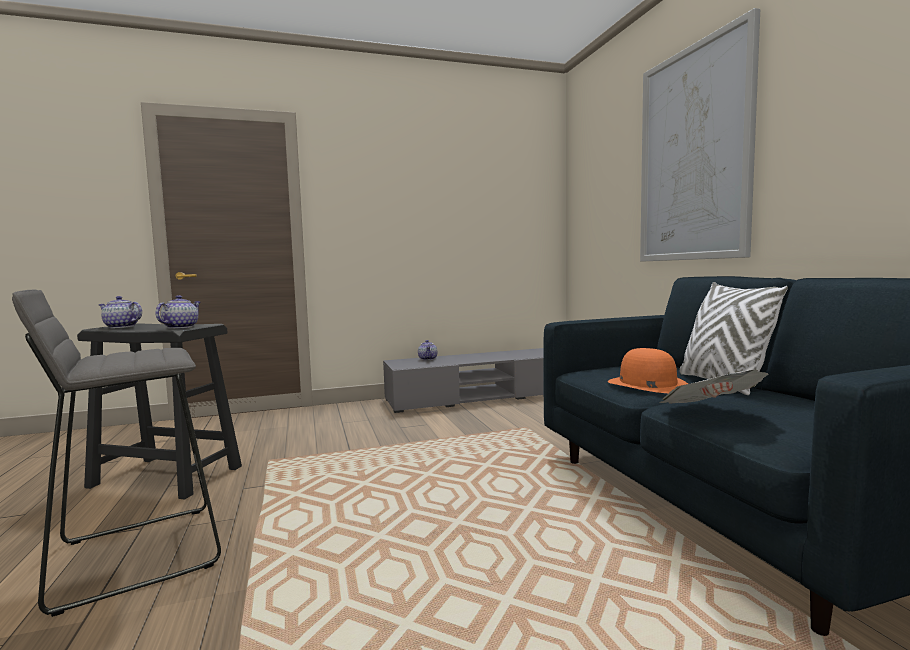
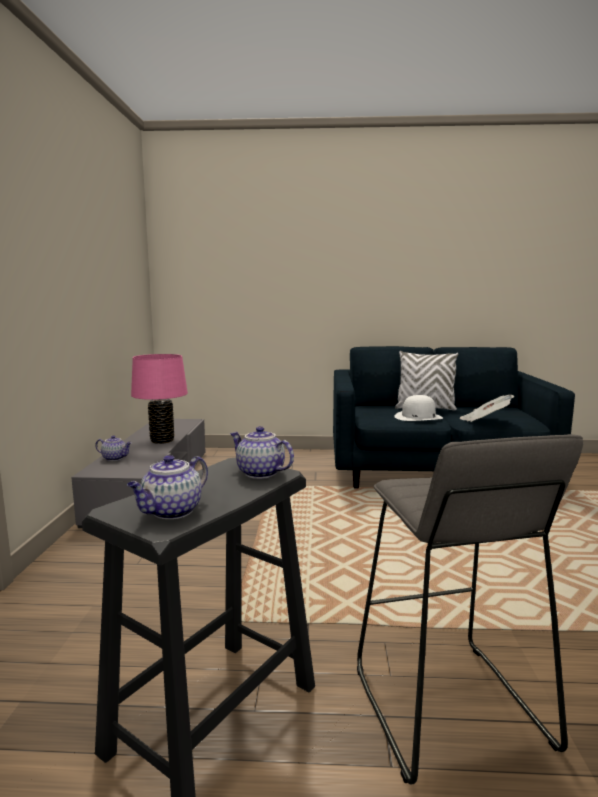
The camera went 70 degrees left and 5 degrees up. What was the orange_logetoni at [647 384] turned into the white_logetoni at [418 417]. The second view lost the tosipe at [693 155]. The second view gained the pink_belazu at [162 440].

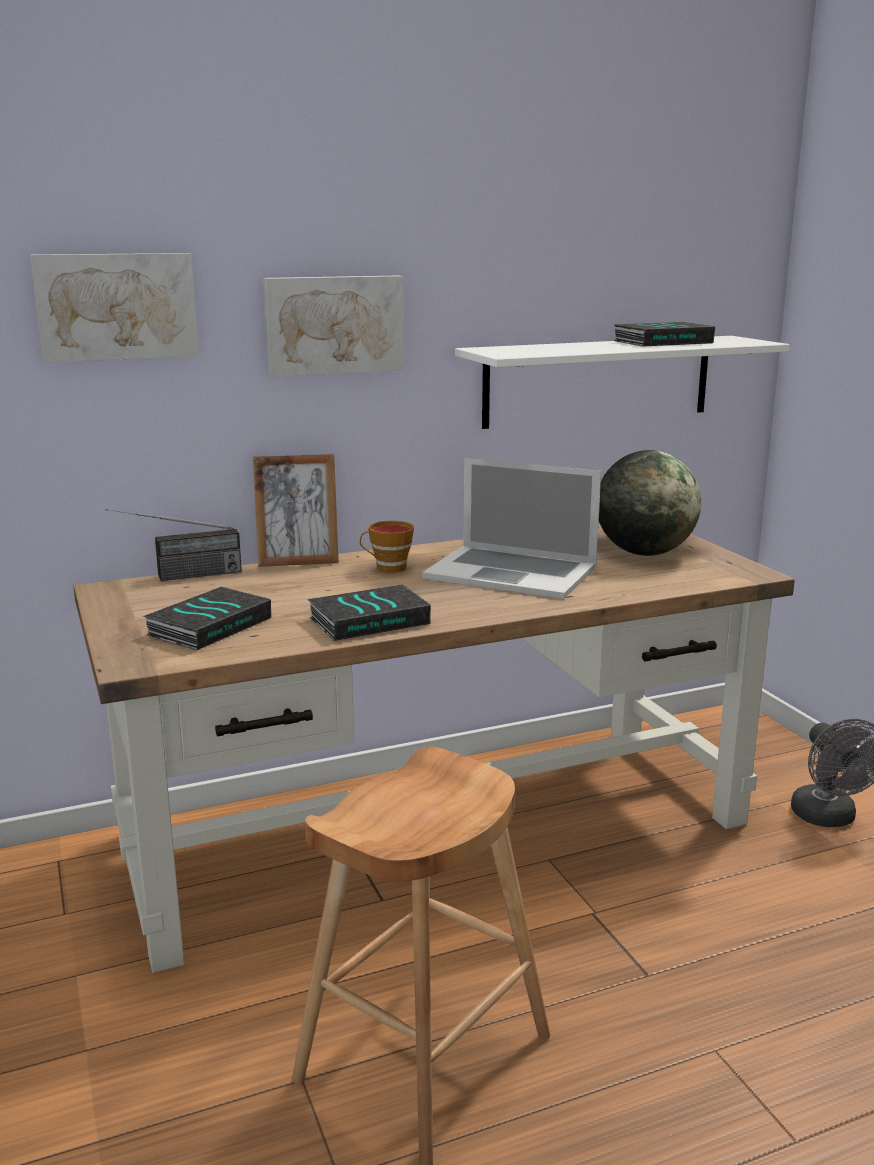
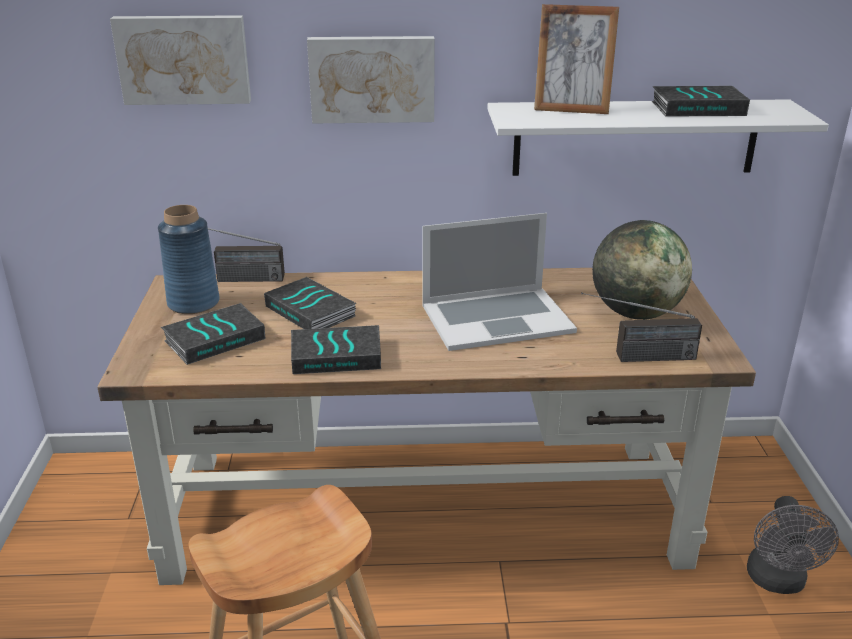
The camera went 20 degrees right and 10 degrees up. The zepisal ended up elsewhere, having gone from [298 561] to [571 109]. The second view lost the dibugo at [387 568]. The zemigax at [511 572] ended up facing another way, 60 degrees counterclockwise from before. The second view gained the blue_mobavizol at [194 303]. The second view gained the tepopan at [312 311]. The second view gained the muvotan at [636 357].

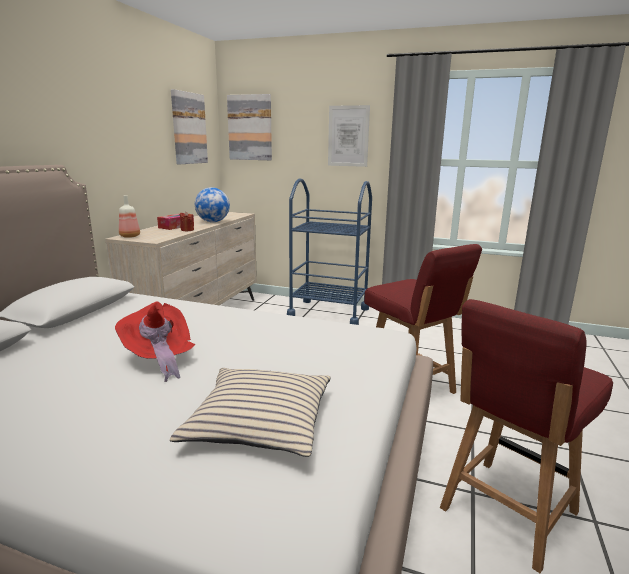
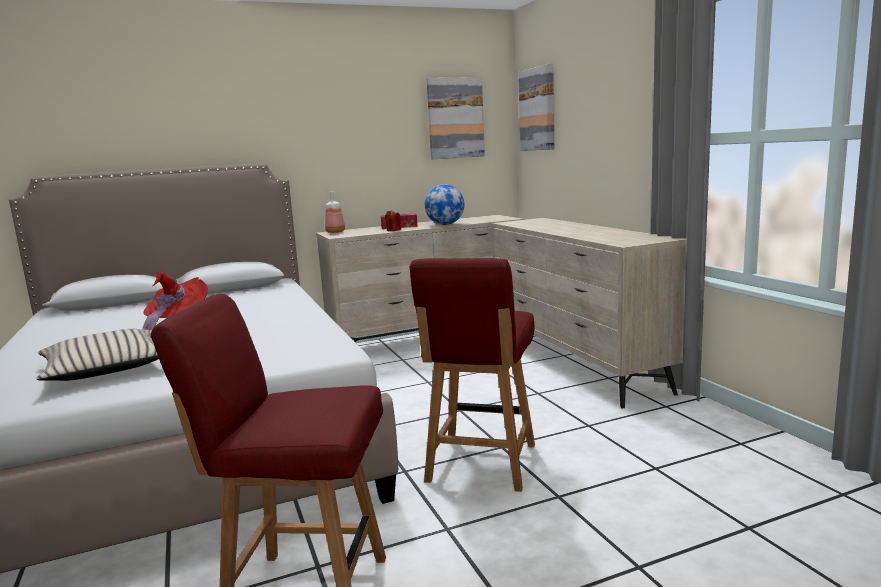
The camera went 50 degrees right and 5 degrees down. Where the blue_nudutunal stood at [328 313], the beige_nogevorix came to stand at [576 364]. The second view lost the tosipe at [348 136].

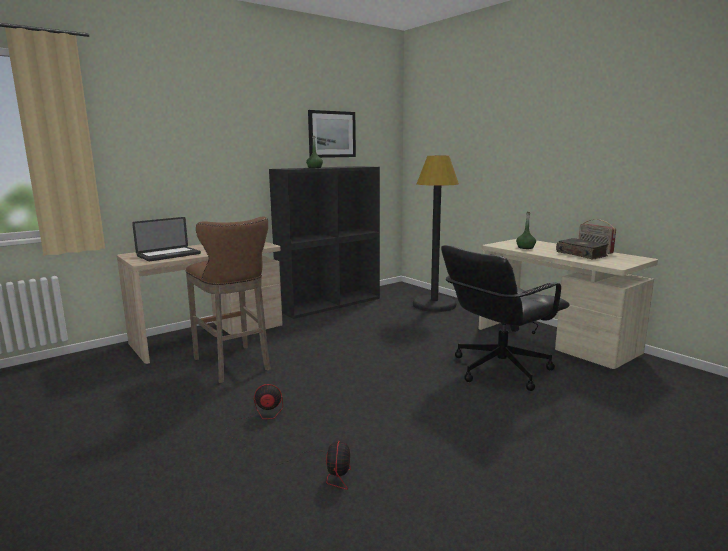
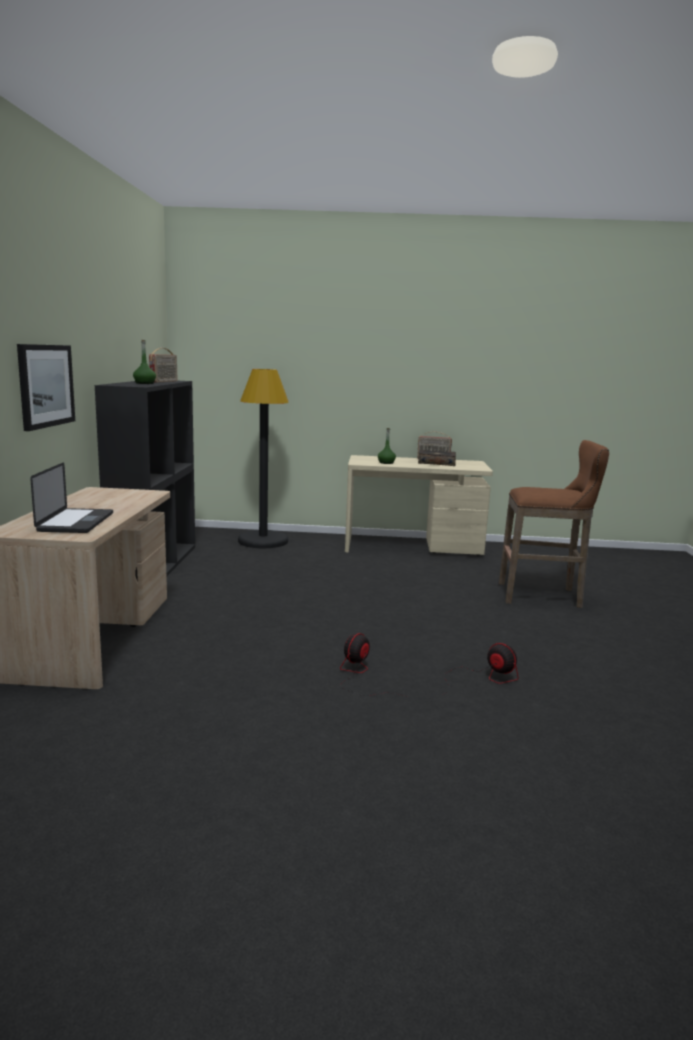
The camera went 50 degrees left and 0 degrees up. The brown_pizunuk ended up elsewhere, having gone from [234 365] to [543 596]. The tosipe ended up elsewhere, having gone from [332 134] to [46 385]. The second view lost the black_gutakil at [499 369]. The second view gained the muvotan at [164 381].

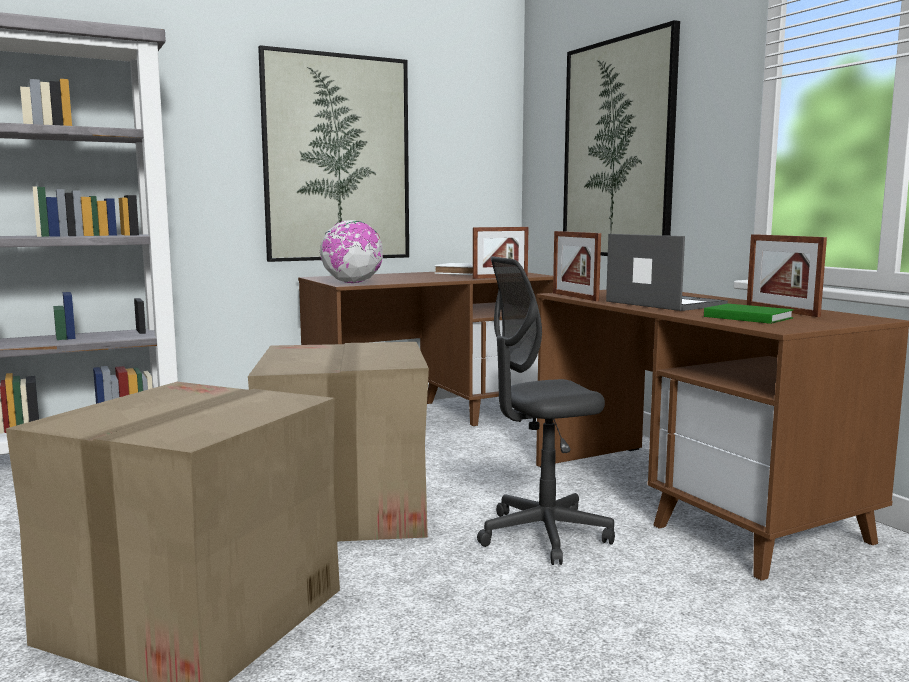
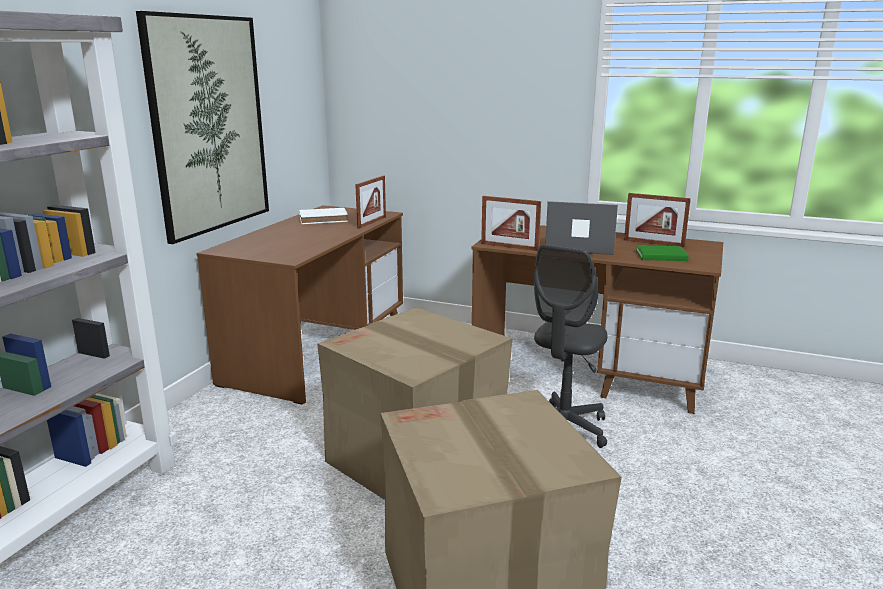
The camera went 40 degrees left and 10 degrees up. The second view lost the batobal at [352 283]. The second view lost the tosipe at [617 149].

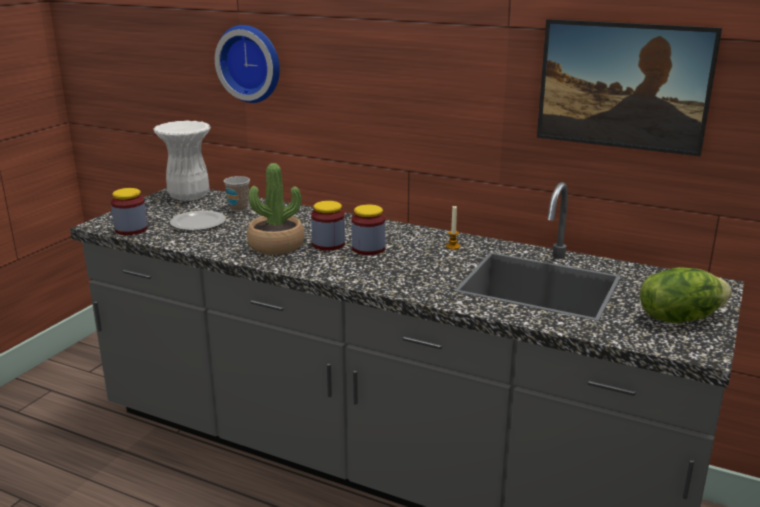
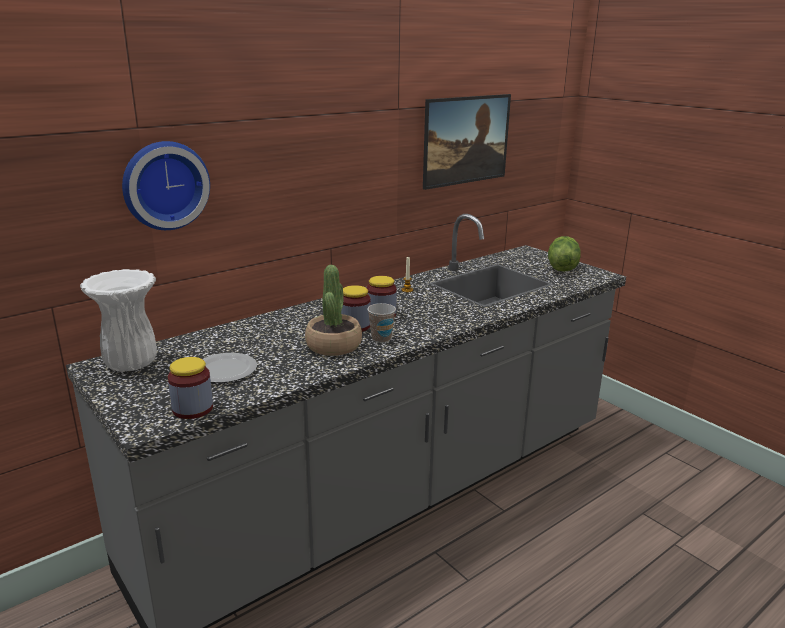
The camera went 65 degrees left and 0 degrees up. The dibugo ended up elsewhere, having gone from [238 208] to [381 338].

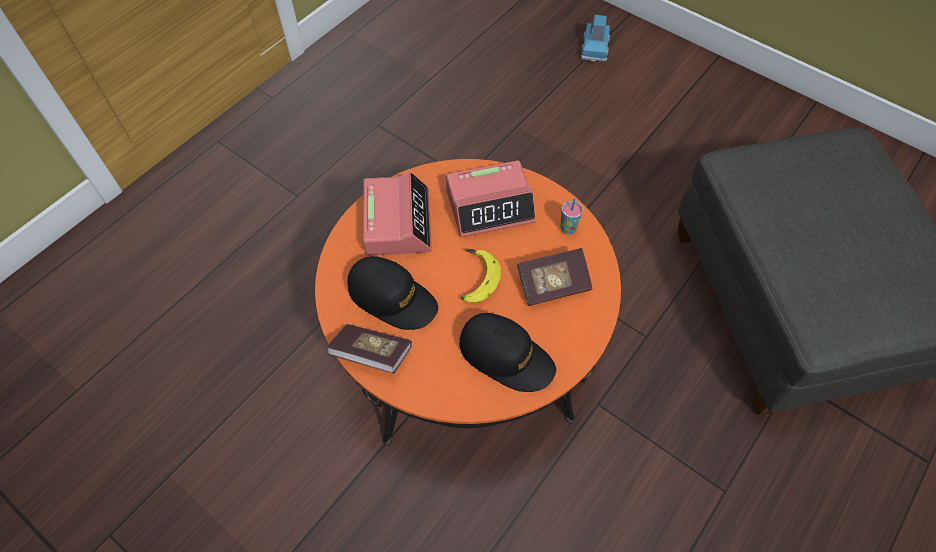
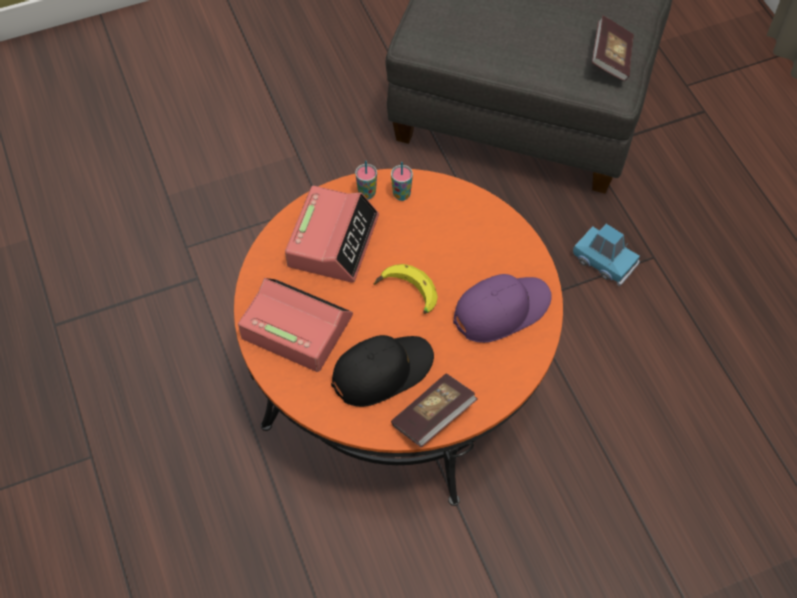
The camera went 60 degrees left and 0 degrees up. What was the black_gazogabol at [506 356] turned into the purple_gazogabol at [501 310]. The tepopan ended up elsewhere, having gone from [553 285] to [611 58]. The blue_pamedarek ended up elsewhere, having gone from [594 48] to [604 261]. The second view gained the dibugo at [367 193].

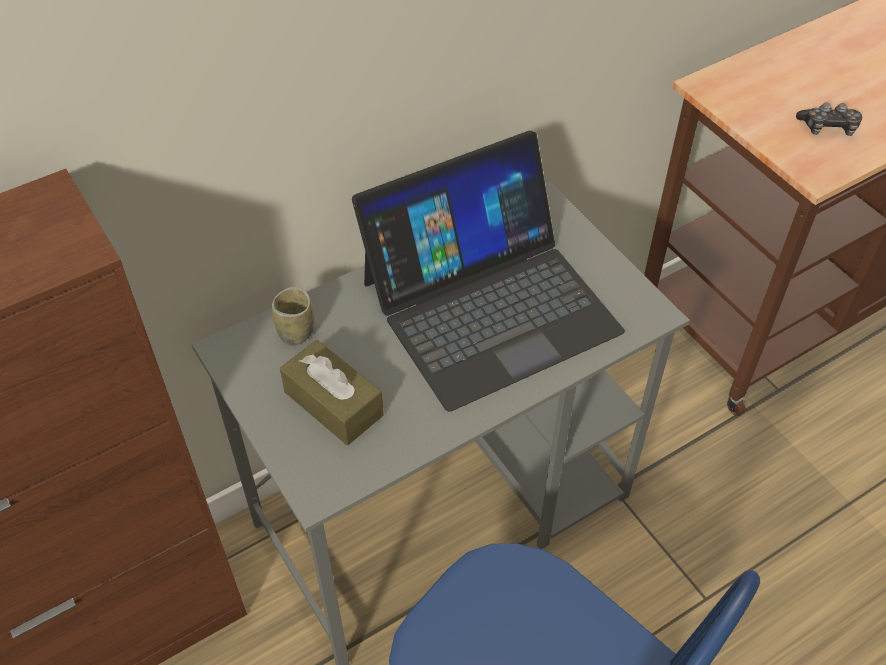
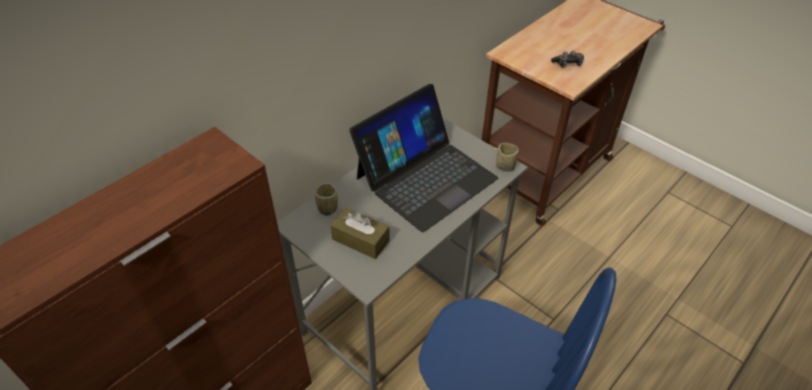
The camera went 15 degrees left and 5 degrees down. The second view gained the dibugo at [505 166].

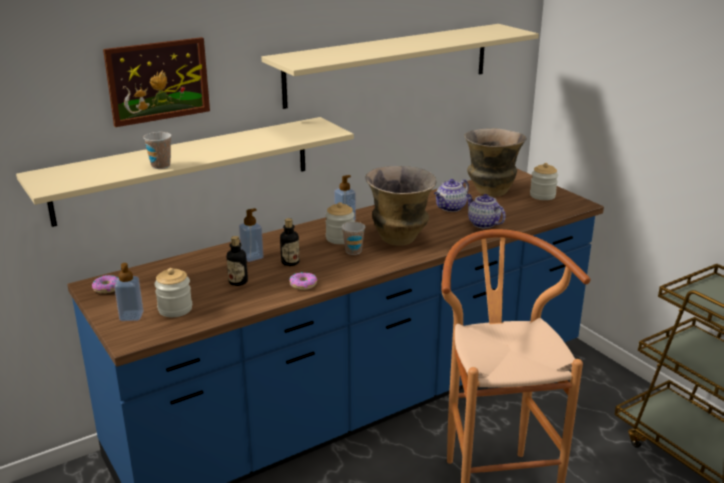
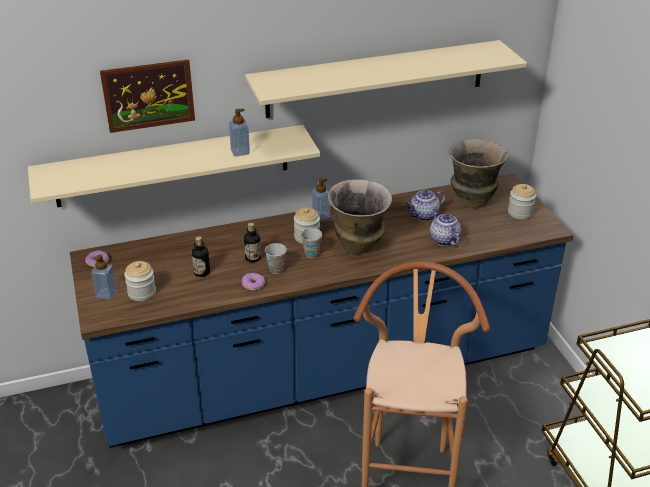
The camera went 15 degrees right and 10 degrees up. The dibugo ended up elsewhere, having gone from [160 166] to [276 269]. The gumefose ended up elsewhere, having gone from [252 257] to [240 152].

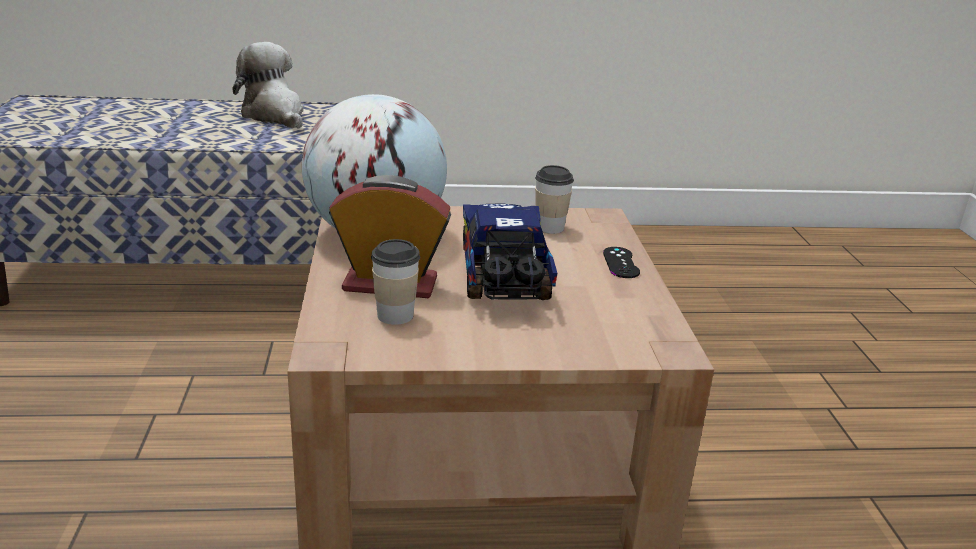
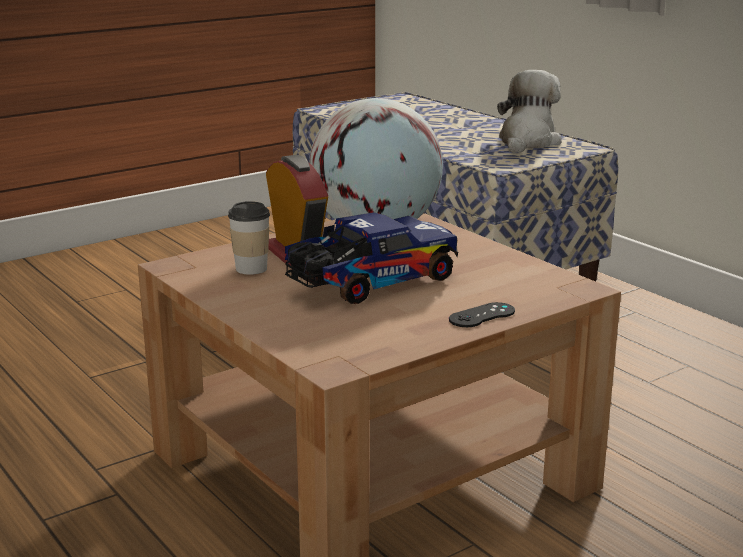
The camera went 60 degrees right and 5 degrees down. The second view lost the dibugo at [550 227].

